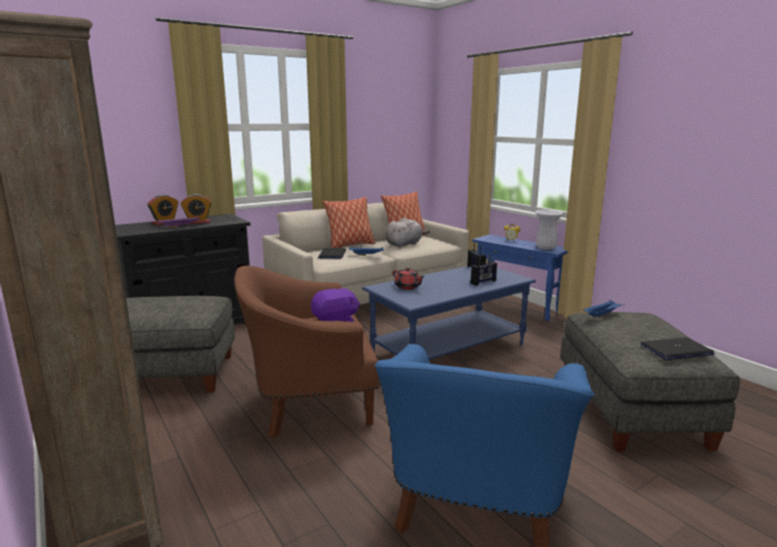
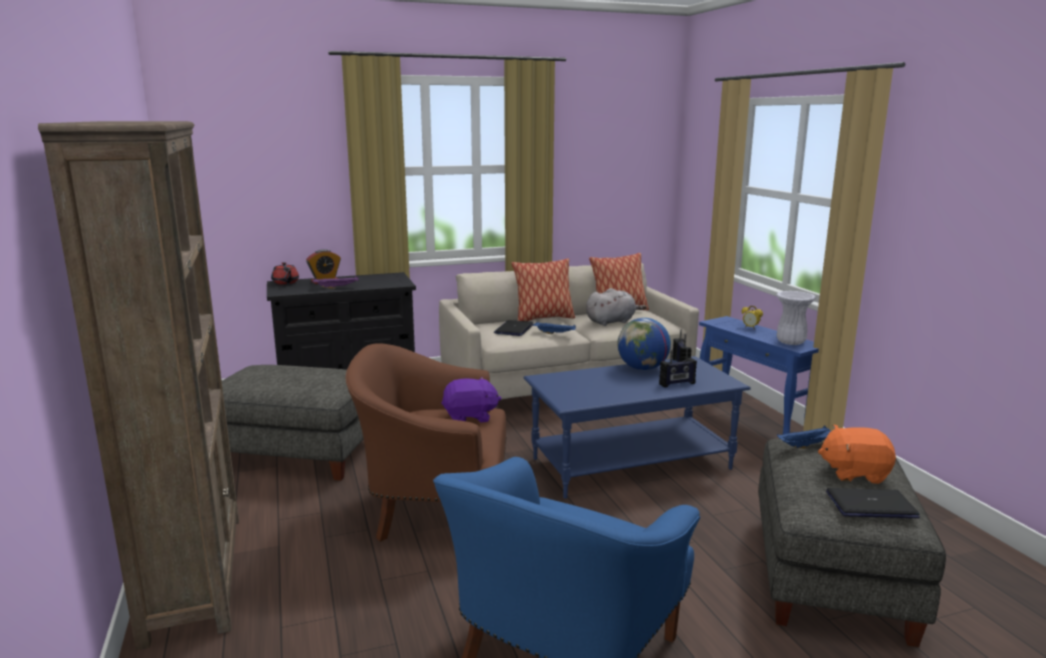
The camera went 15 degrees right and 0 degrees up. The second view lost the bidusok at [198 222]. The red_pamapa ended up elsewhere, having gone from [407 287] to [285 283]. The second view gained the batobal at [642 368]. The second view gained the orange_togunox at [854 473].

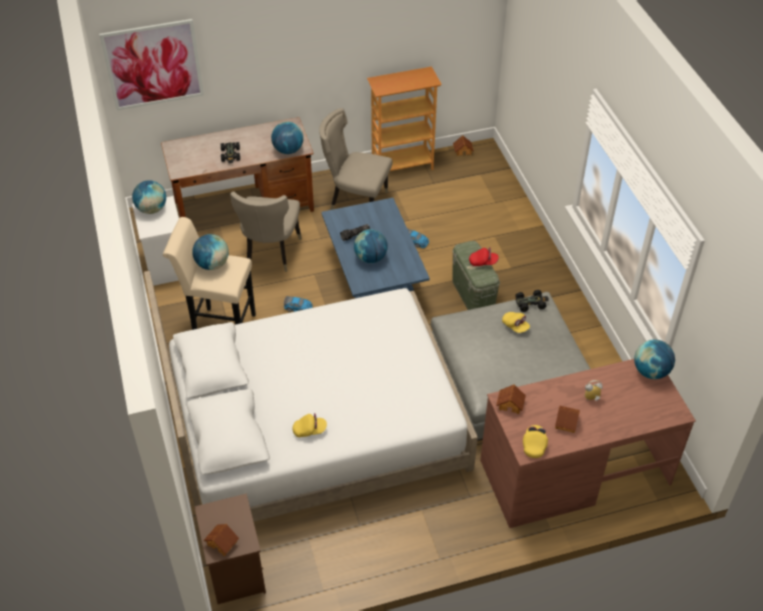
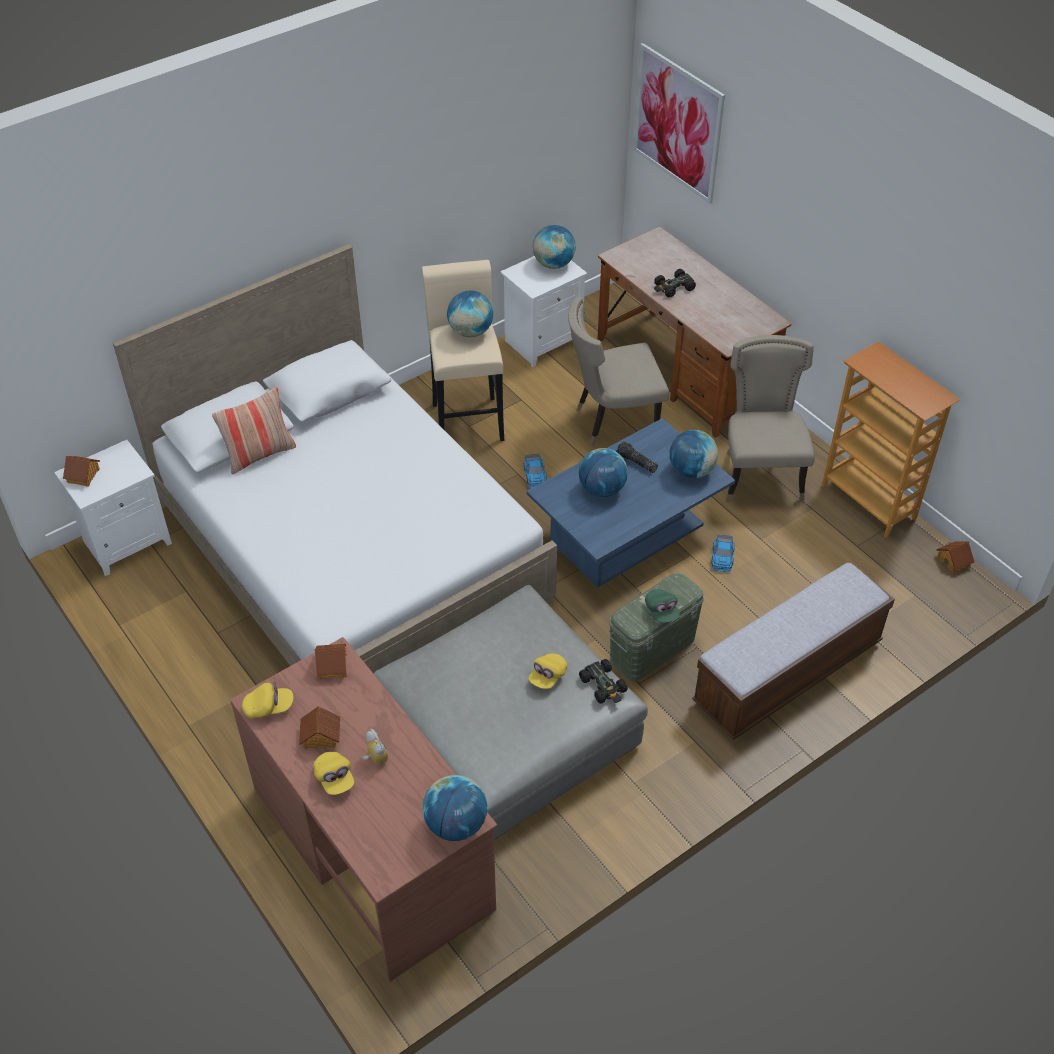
The camera went 70 degrees right and 0 degrees up. What was the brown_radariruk at [234 571] turned into the white_radariruk at [127 541]. The batobal ended up elsewhere, having gone from [288 150] to [691 471]. The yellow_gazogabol ended up elsewhere, having gone from [309 430] to [334 778]. What was the red_gazogabol at [483 262] turned into the green_gazogabol at [661 611]. The second view gained the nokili at [259 454]. The second view gained the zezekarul at [787 673].

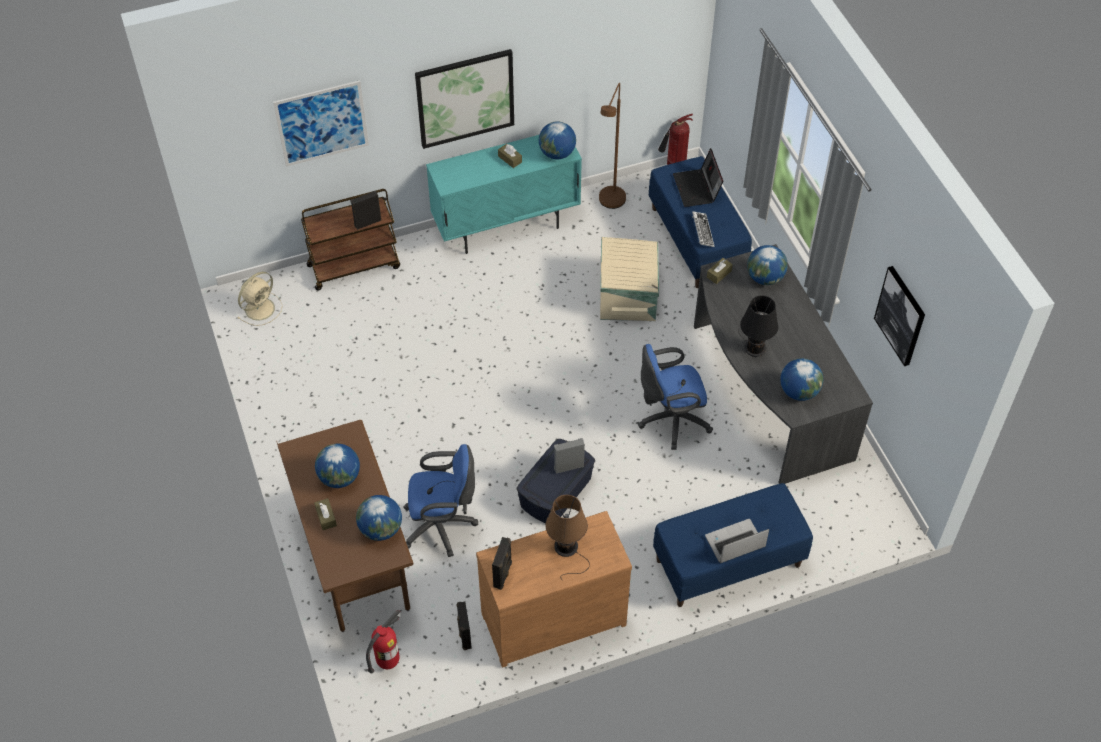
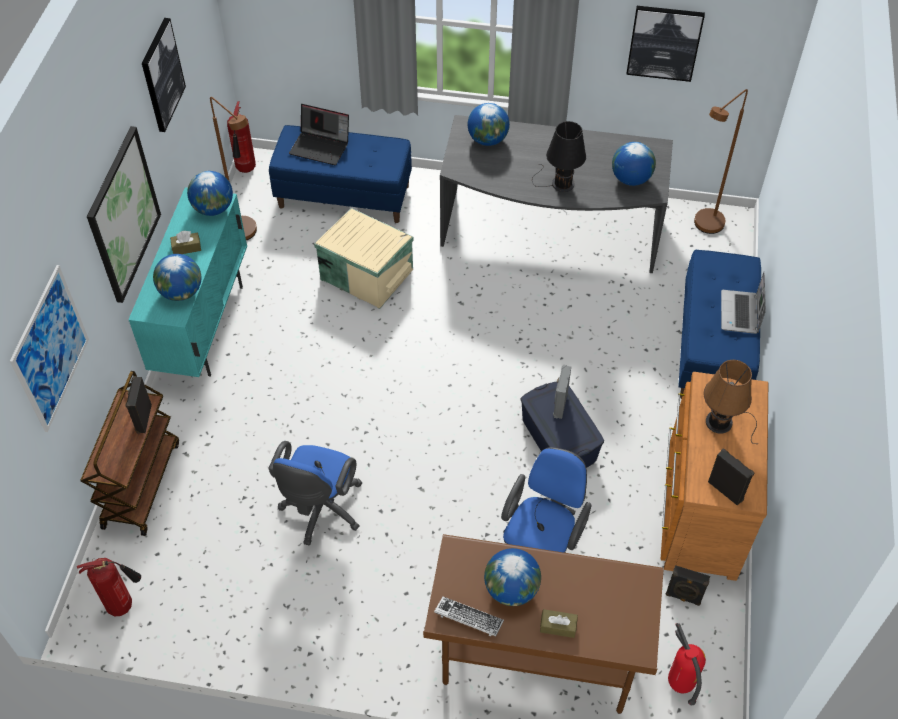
The camera went 60 degrees left and 0 degrees up. Where the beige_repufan stood at [261 308], the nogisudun came to stand at [123 605]. The batobal ended up elsewhere, having gone from [381 529] to [181 292]. The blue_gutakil ended up elsewhere, having gone from [670 420] to [320 511]. The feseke ended up elsewhere, having gone from [702 231] to [468 618]. The second view lost the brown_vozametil at [719 274]. The second view gained the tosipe at [161 75]. The second view gained the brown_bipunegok at [703 227].

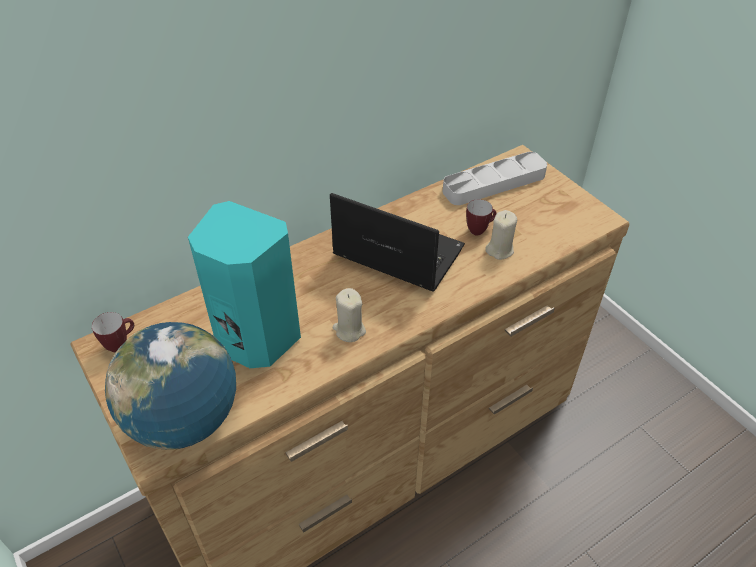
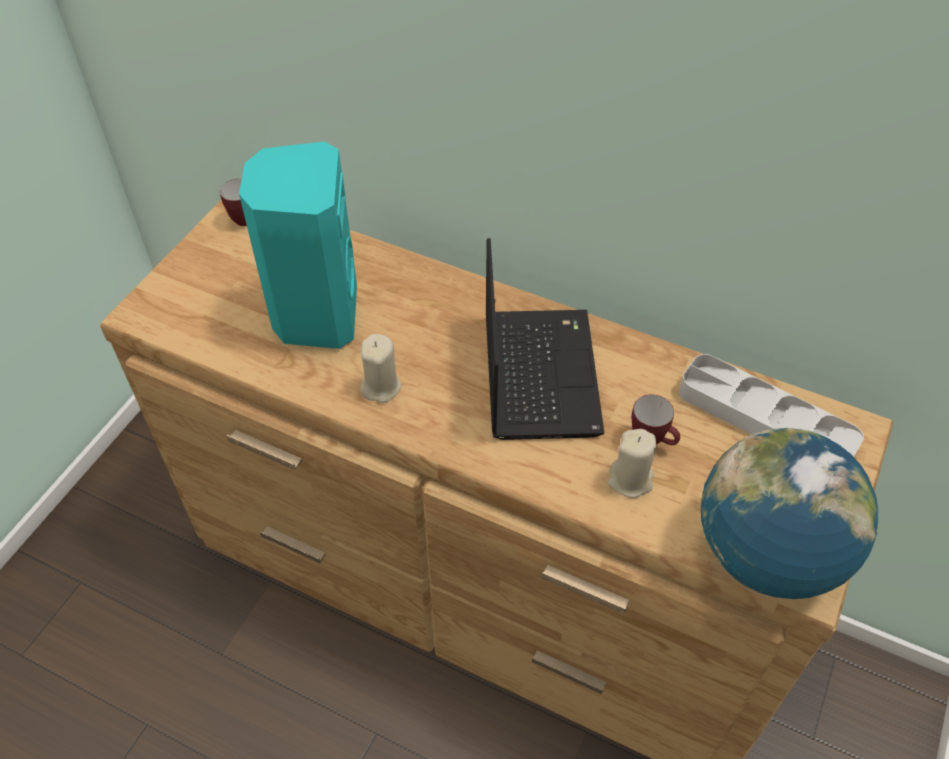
The camera went 60 degrees right and 5 degrees up. The batobal ended up elsewhere, having gone from [184 420] to [767 554].

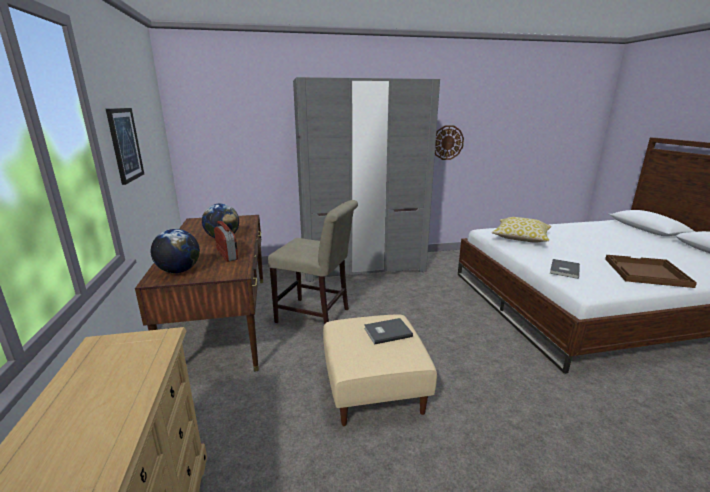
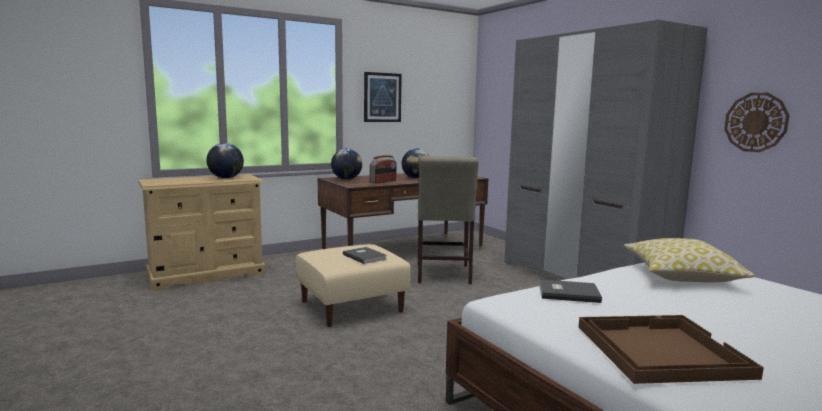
The camera went 70 degrees right and 10 degrees down. The second view gained the batobal at [226 178].

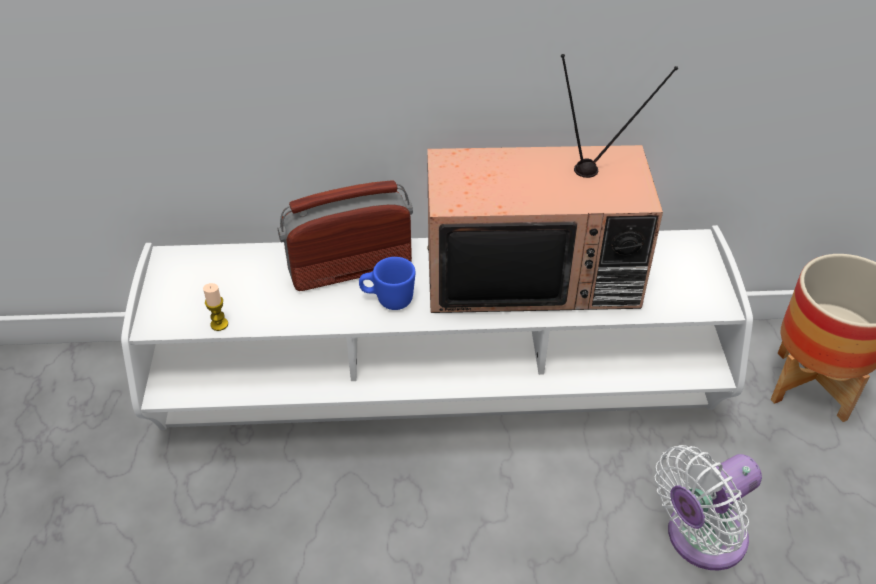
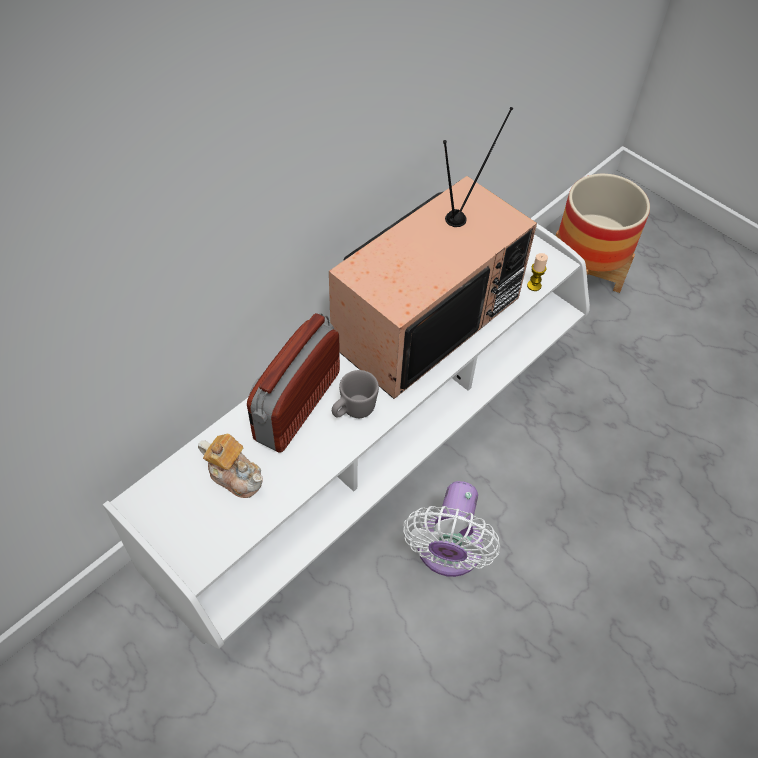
The camera went 45 degrees left and 10 degrees up. The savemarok ended up elsewhere, having gone from [219 324] to [534 285]. What was the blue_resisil at [388 300] turned into the grey_resisil at [353 410]. The white_repufan ended up elsewhere, having gone from [700 539] to [448 552]. The second view gained the pamapa at [235 475].

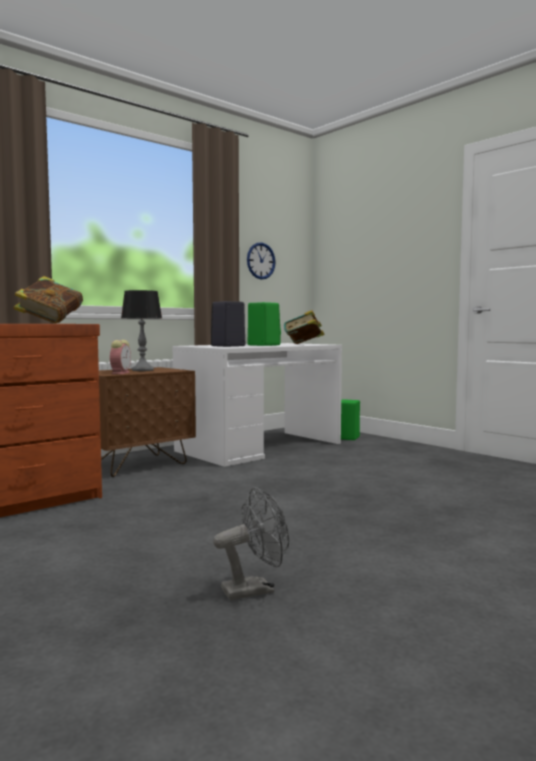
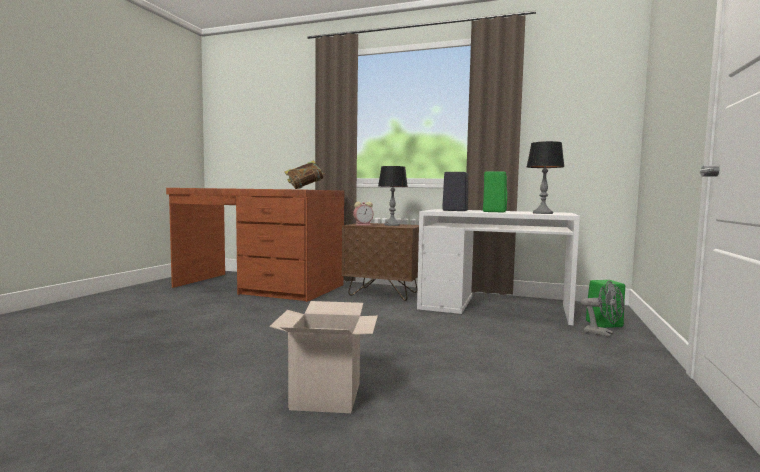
The camera went 60 degrees right and 0 degrees up. The grey_repufan ended up elsewhere, having gone from [255 589] to [603 334]. The second view lost the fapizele at [260 261]. Where the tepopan stood at [304 344], the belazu came to stand at [542 213]. The second view gained the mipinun at [326 396].

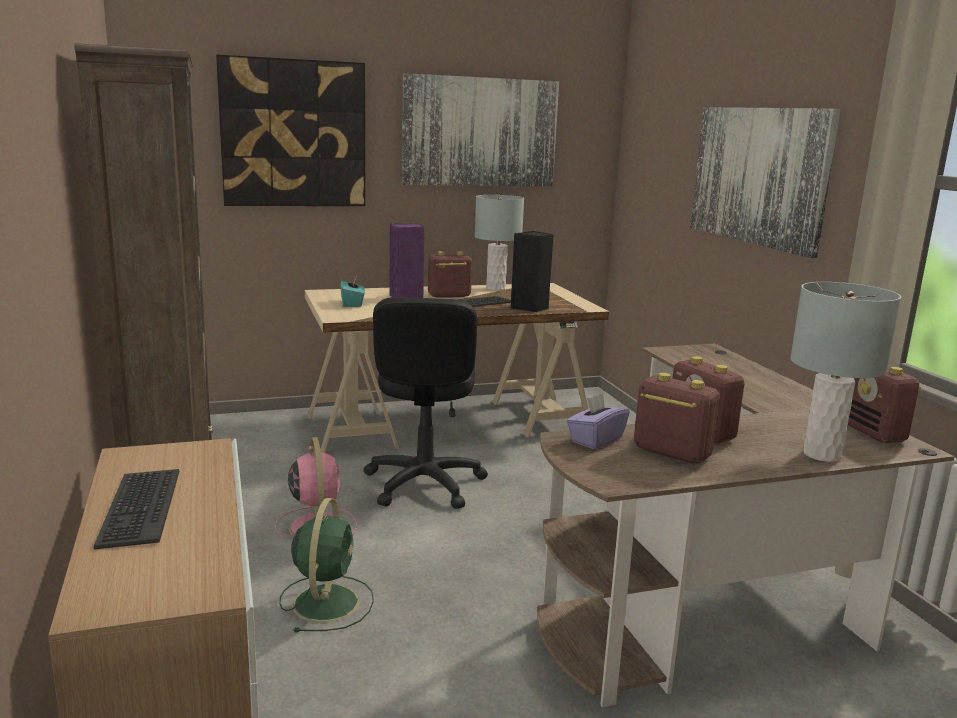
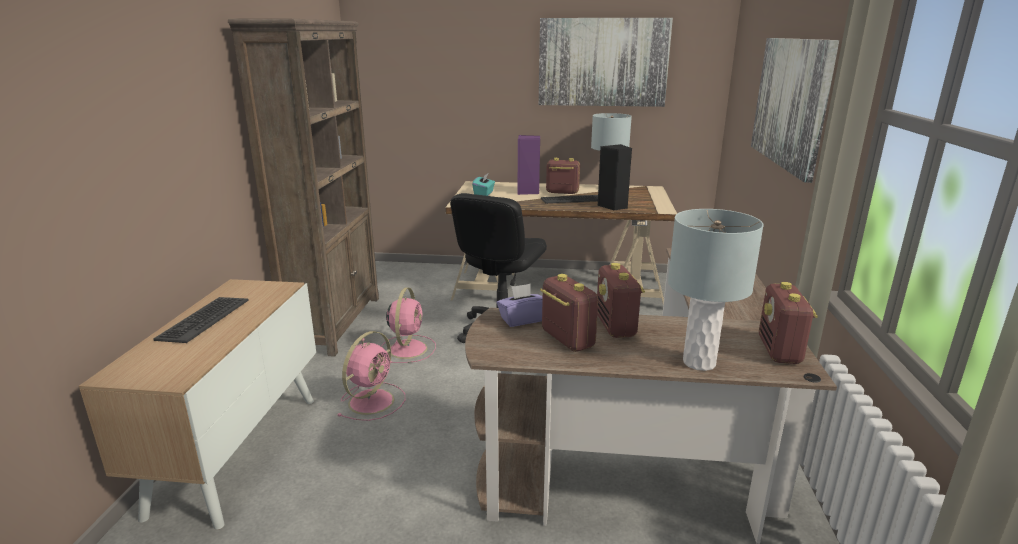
The camera went 25 degrees right and 5 degrees up. The second view lost the tosipe at [293 134]. What was the green_repufan at [326 601] turned into the pink_repufan at [372 400].

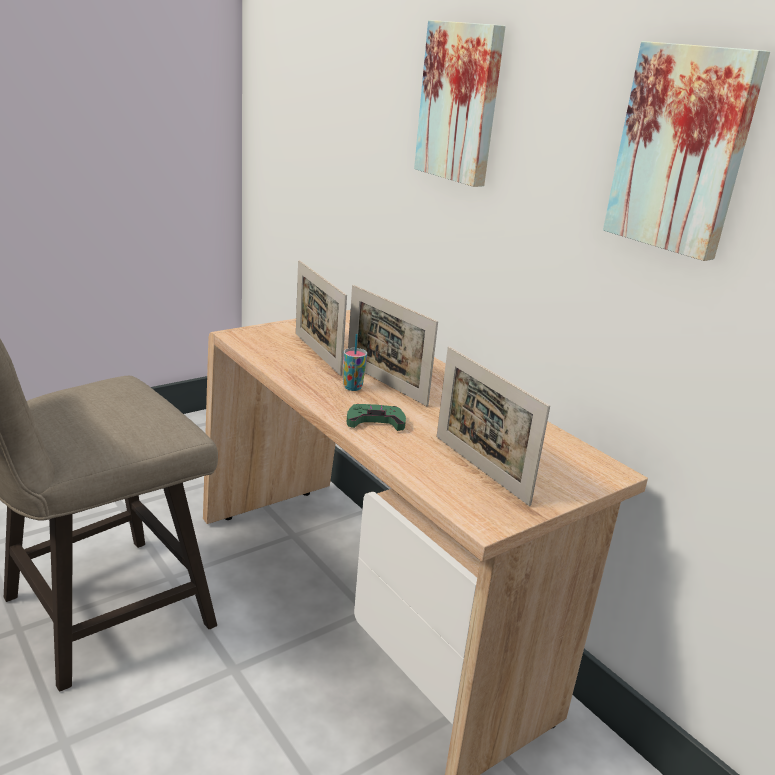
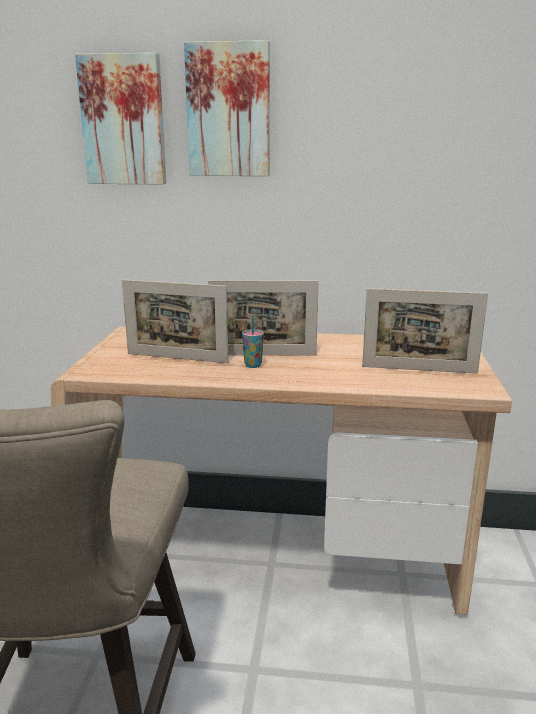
The camera went 45 degrees left and 5 degrees down. The second view lost the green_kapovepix at [375 421]. The tosipe ended up elsewhere, having gone from [683 150] to [124 121].

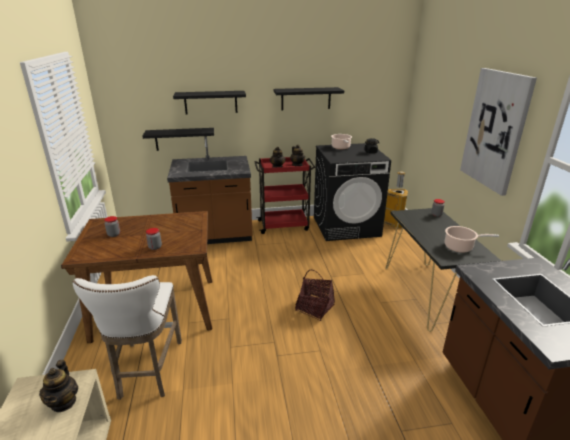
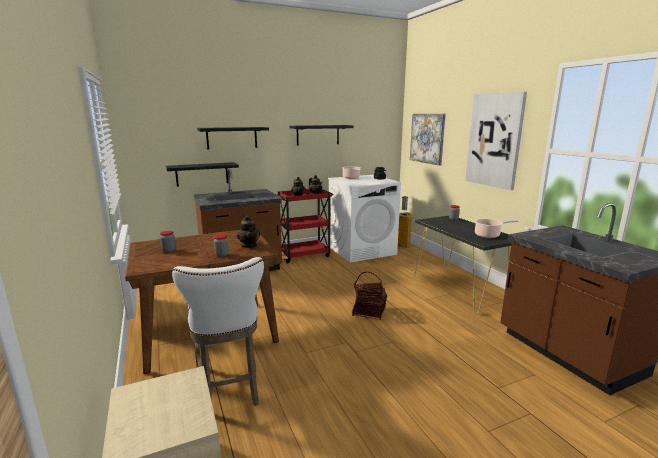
The camera went 15 degrees left and 10 degrees down. The pamapa ended up elsewhere, having gone from [64 402] to [249 245]. What was the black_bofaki at [346 226] turned into the white_bofaki at [362 250]. The second view gained the tosipe at [427 138].

